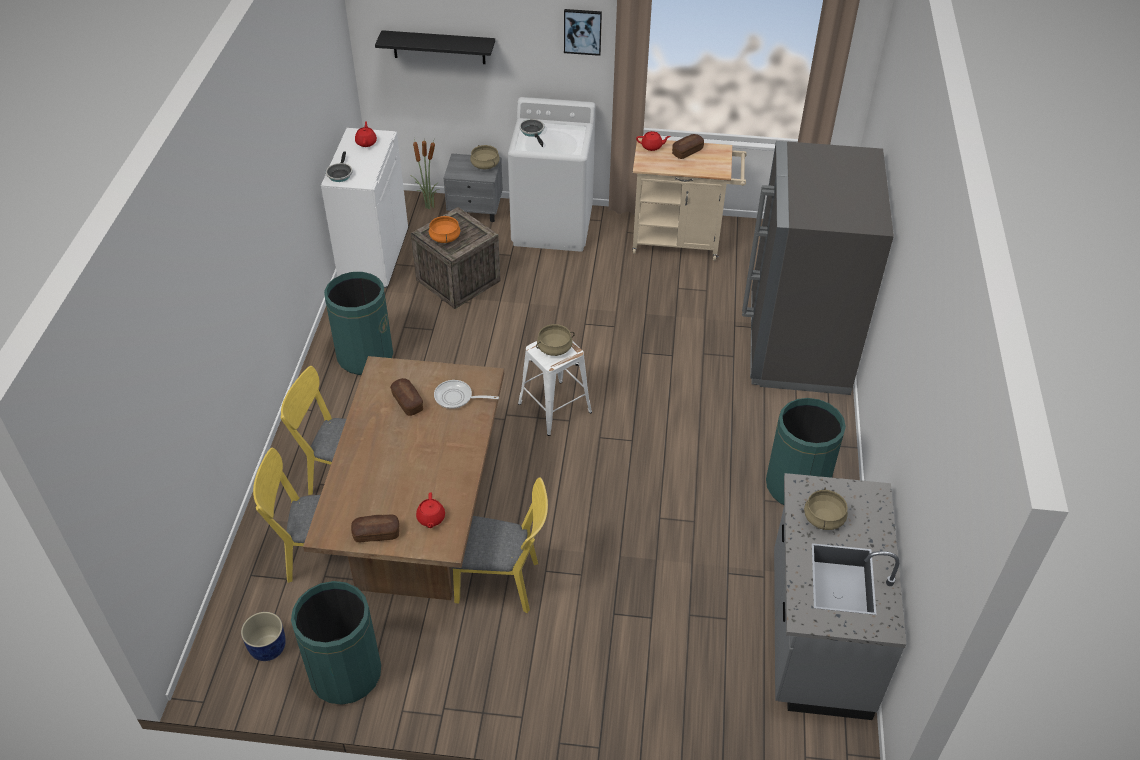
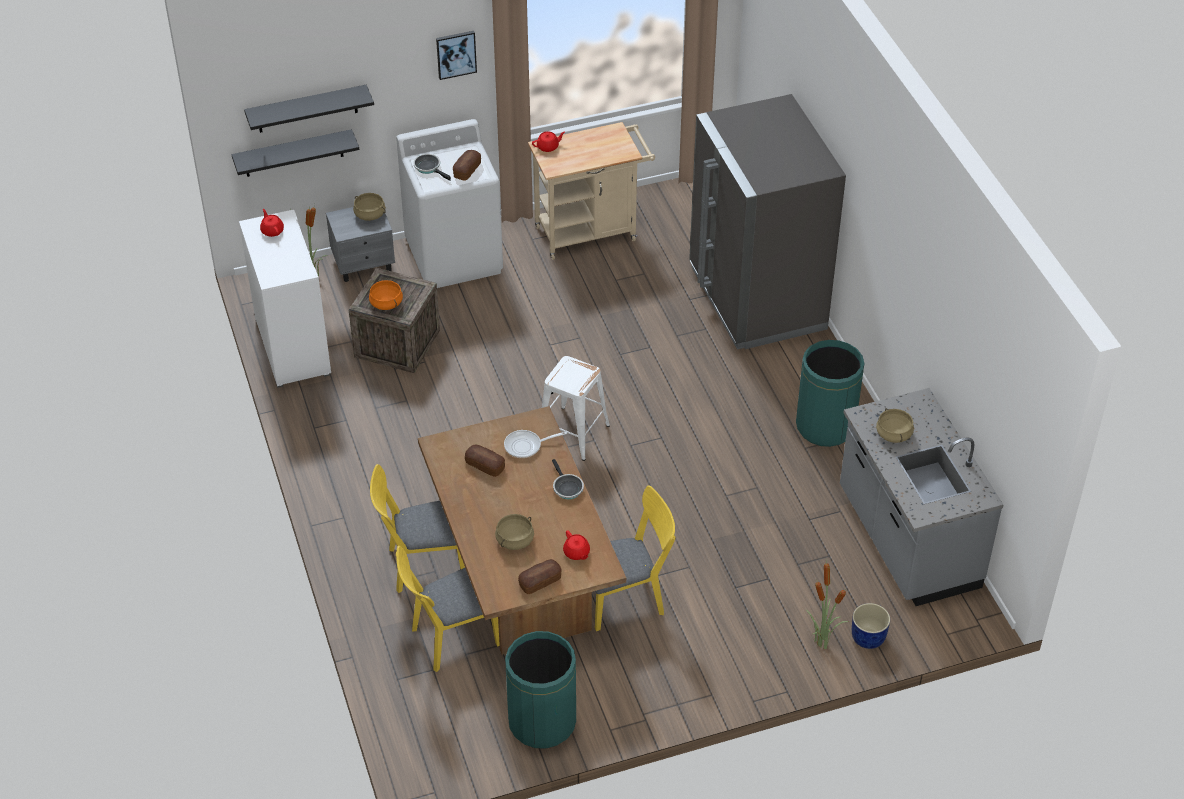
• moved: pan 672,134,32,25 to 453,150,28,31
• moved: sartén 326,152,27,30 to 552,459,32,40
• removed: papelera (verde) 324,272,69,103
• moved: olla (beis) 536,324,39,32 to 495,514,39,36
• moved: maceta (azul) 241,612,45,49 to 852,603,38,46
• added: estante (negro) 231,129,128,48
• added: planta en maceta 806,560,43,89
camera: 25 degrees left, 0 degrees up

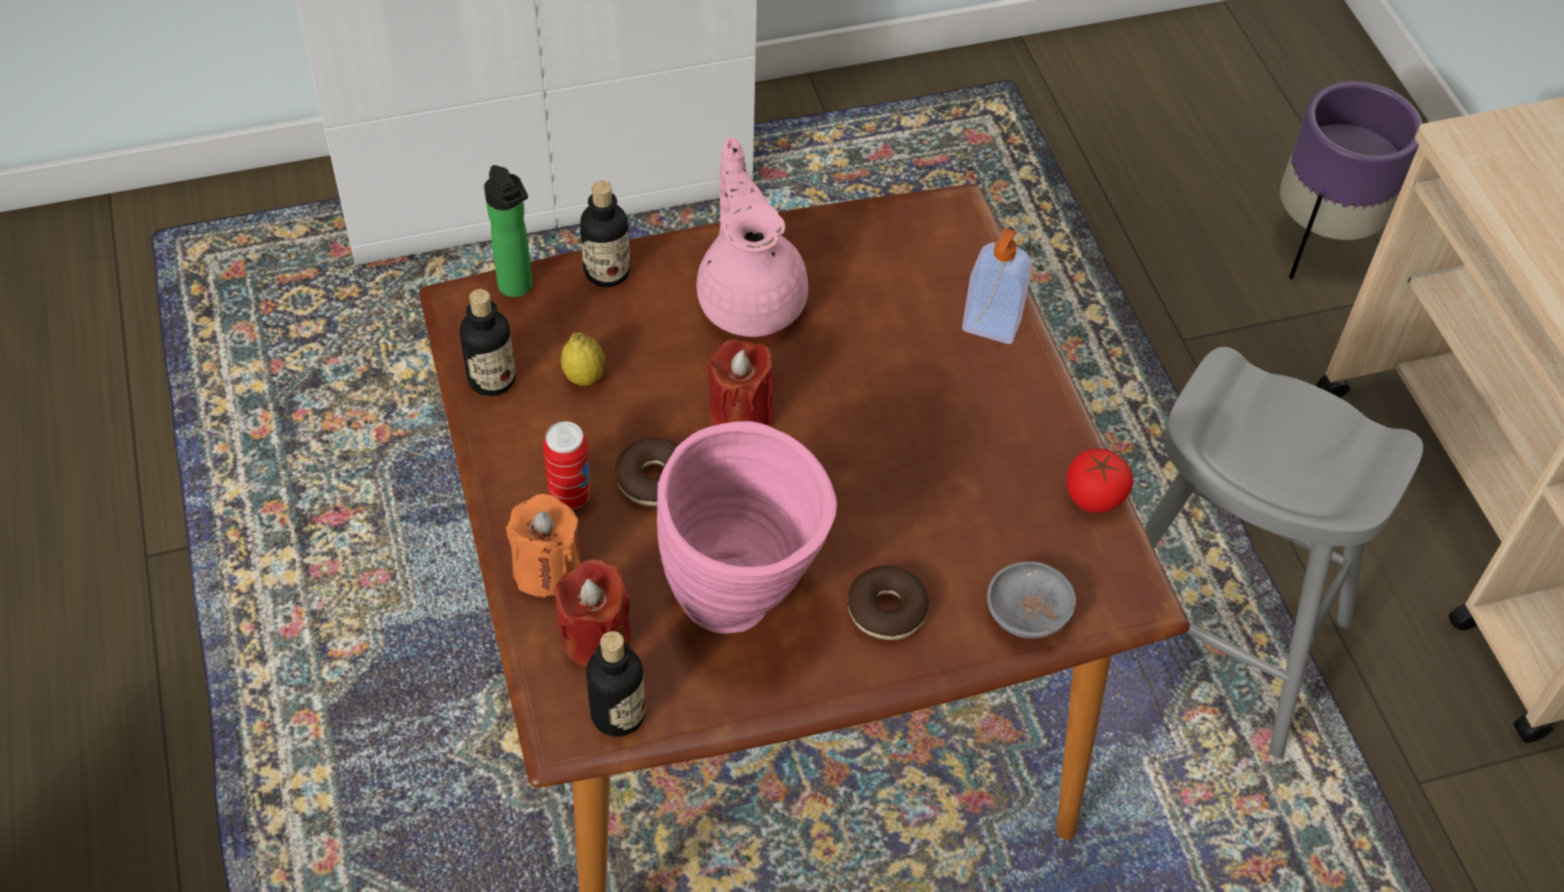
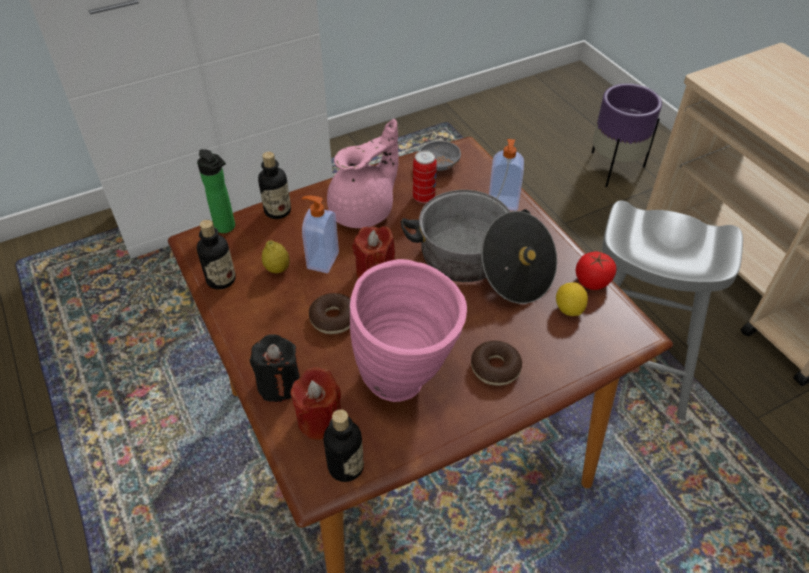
• turned: tetera (rosa) 697,138,111,199 = 327,119,72,109 75 degrees clockwise
• moved: lata 543,421,49,88 to 413,150,24,53
• recoloured: vela (naranja) 506,494,74,104 to vela (negro) 250,334,50,68
• moved: cuenco (gris) 987,561,89,77 to 418,141,43,30
• added: olla 401,190,156,114
• added: dispensador de jabón 302,195,37,78
• added: limón 556,282,32,34
camera: 10 degrees left, 5 degrees down

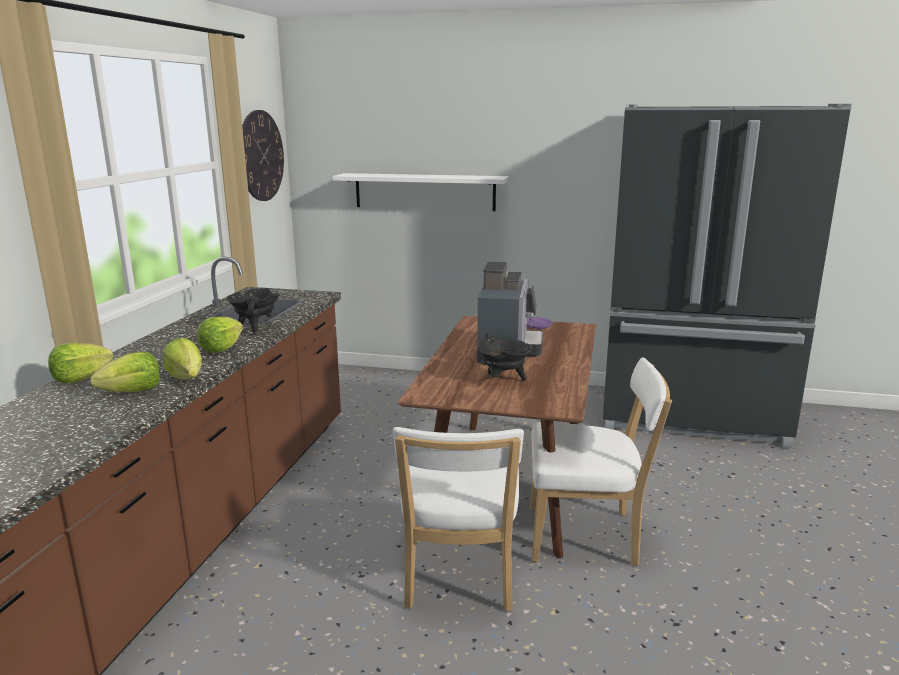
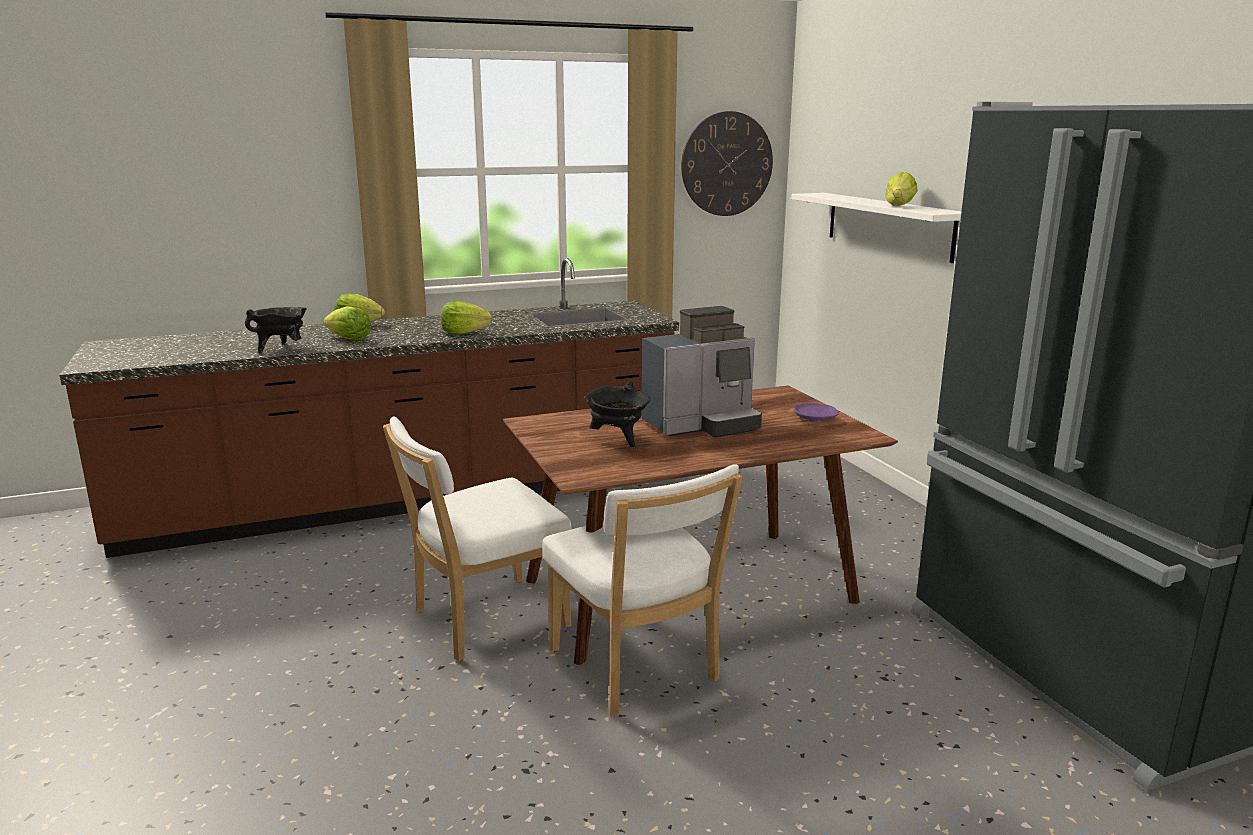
• moved: olla (negro) 227,288,53,47 to 245,307,62,46
• moved: lechuga 163,338,39,42 to 885,172,33,34
camera: 55 degrees right, 0 degrees up

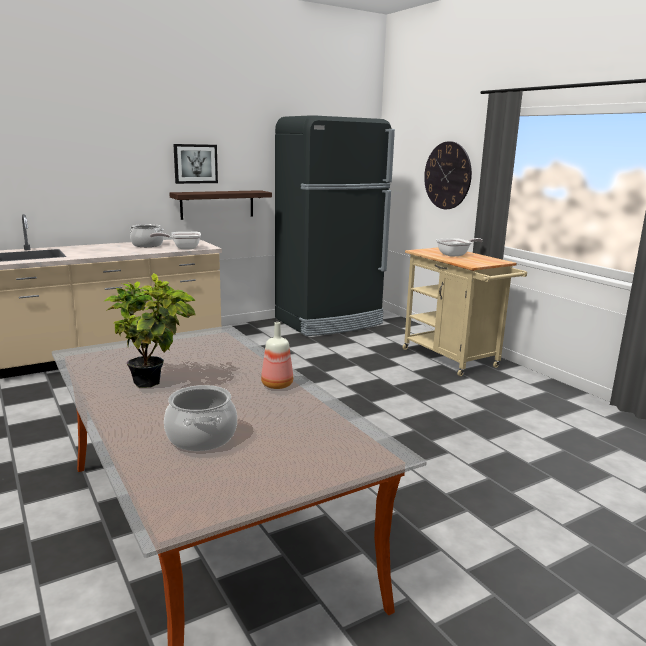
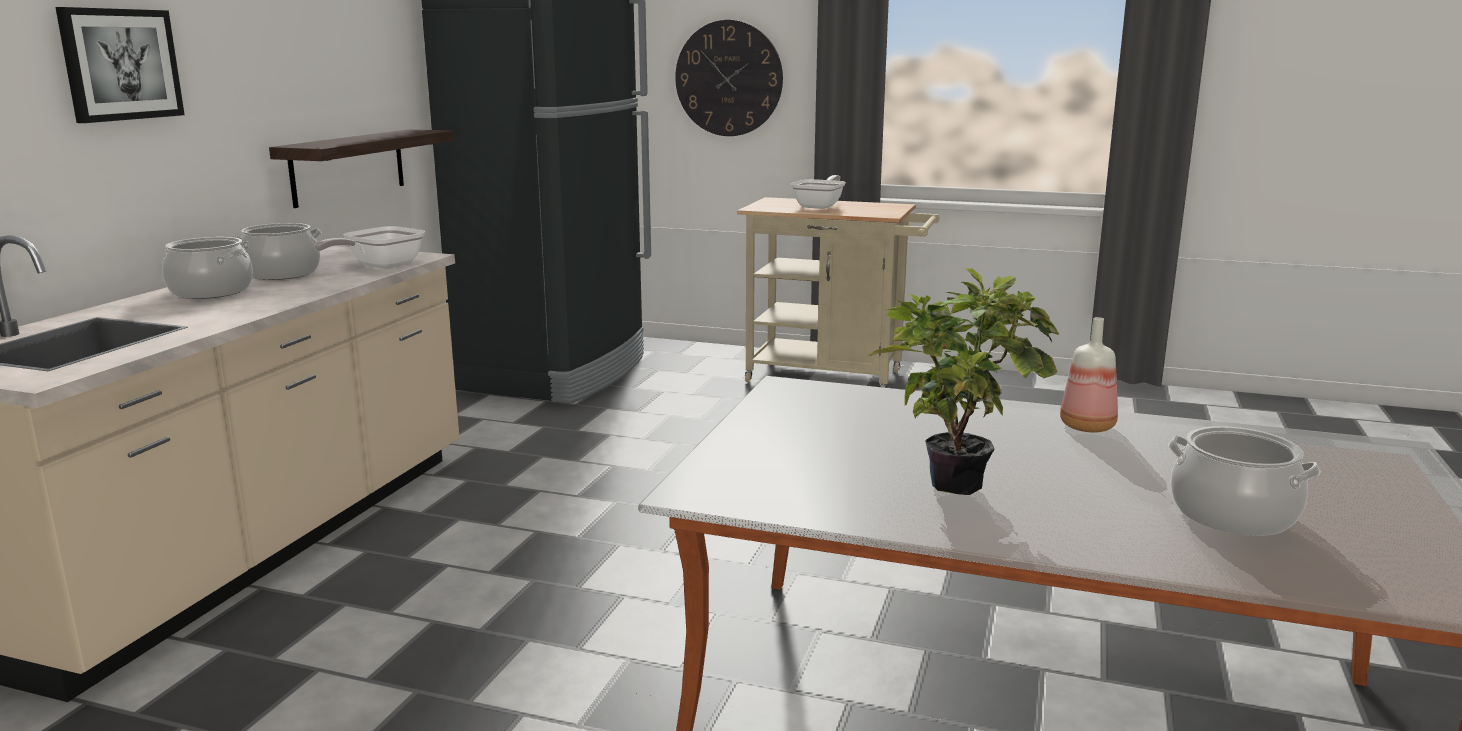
• moved: cuadro 173,144,45,40 to 55,7,130,116
• added: olla 162,237,91,62
camera: 40 degrees left, 0 degrees up

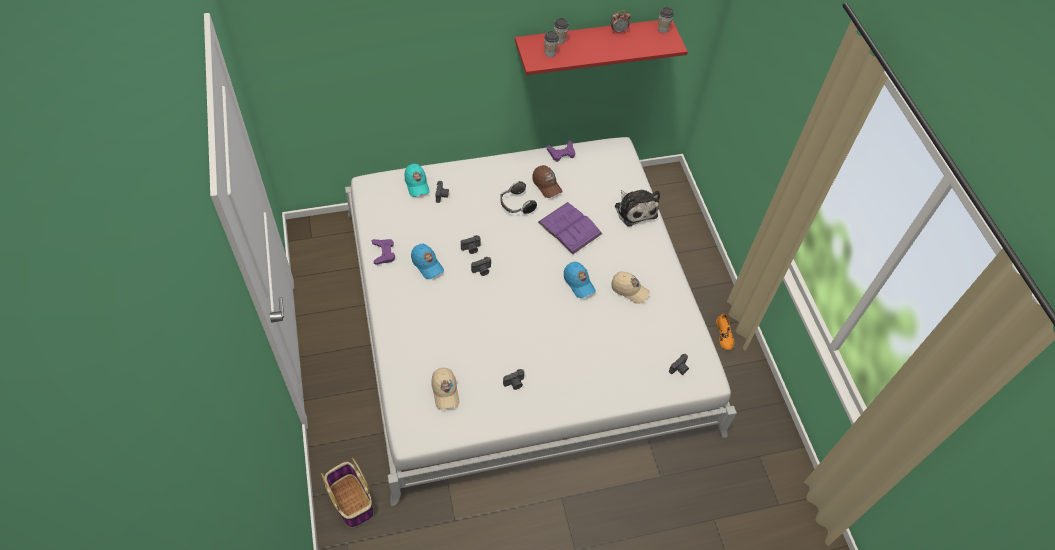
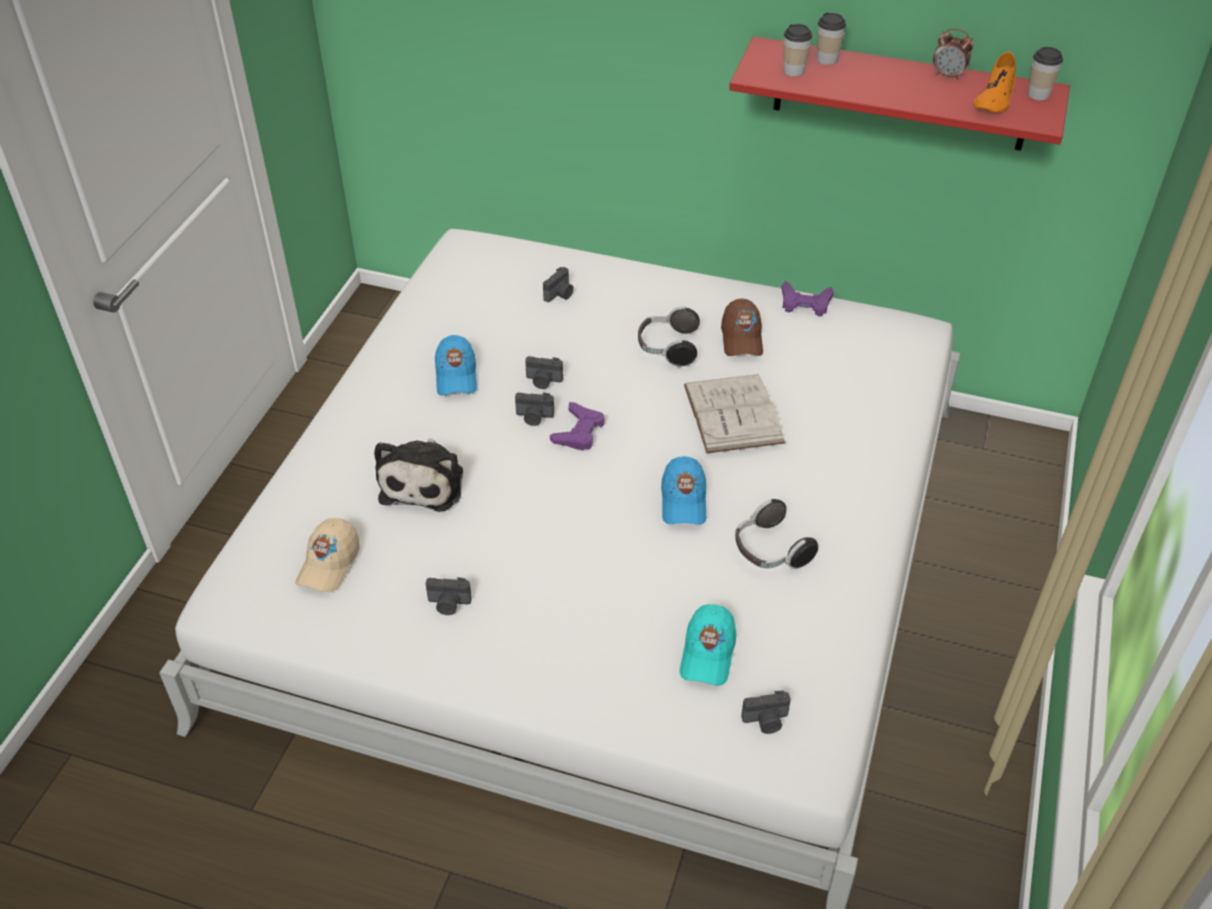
• moved: gorra (turquesa) 405,164,25,33 to 680,604,56,82
• moved: peluche 615,190,45,37 to 374,438,89,74
• recoloured: libro (morado) 538,202,65,52 to libro (blanco) 684,374,101,79
• moved: mando de consola (morado) 372,239,23,26 to 550,402,55,49
• replaced: gorra (beis) 611,271,39,33 to auriculares 735,499,83,70
• moved: zapato (naranja) 716,314,18,36 to 974,51,42,61
• removed: cesta 321,458,53,70
camera: 35 degrees right, 10 degrees down

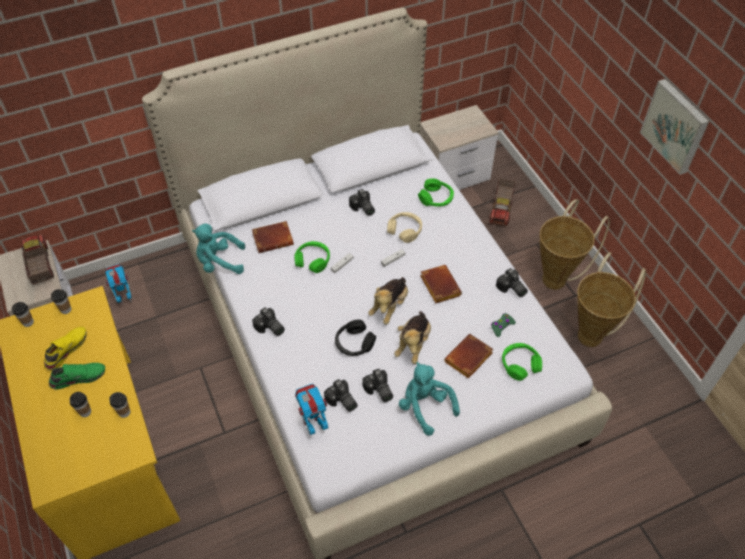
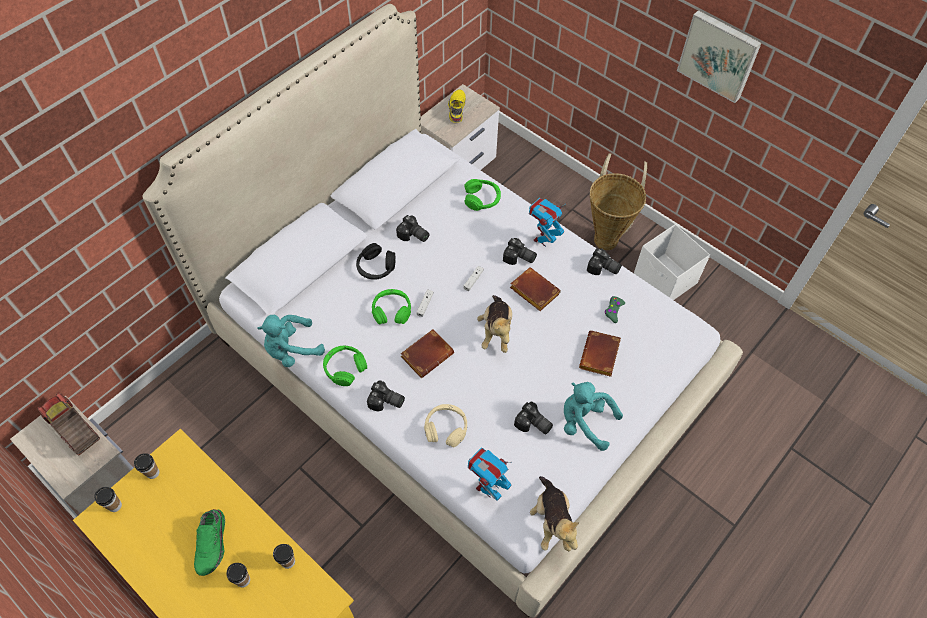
• removed: camión de juguete 489,178,27,49
• moved: auriculares (beis) 387,212,35,31 to 424,404,43,43
• moved: libro (marrón) 252,221,42,32 to 401,329,53,49
• replaced: cesta 577,252,69,95 to caja de almacenaje (blanco) 634,224,76,76
• moved: robot de juguete 105,264,27,39 to 529,198,35,49
• moved: peluche 394,311,37,53 to 530,476,49,75
• moved: auriculares (negro) 335,320,41,36 to 356,243,40,37
• moved: zapato (amarillo) 44,327,43,43 to 448,89,18,34
• moved: auriculares (verde) 502,343,40,38 to 323,346,44,40
• turned: zapato (verde) 49,363,56,26 = 194,509,31,67 135 degrees clockwise
• moved: cámara 324,379,34,33 to 503,238,34,27
camera: 25 degrees left, 5 degrees up

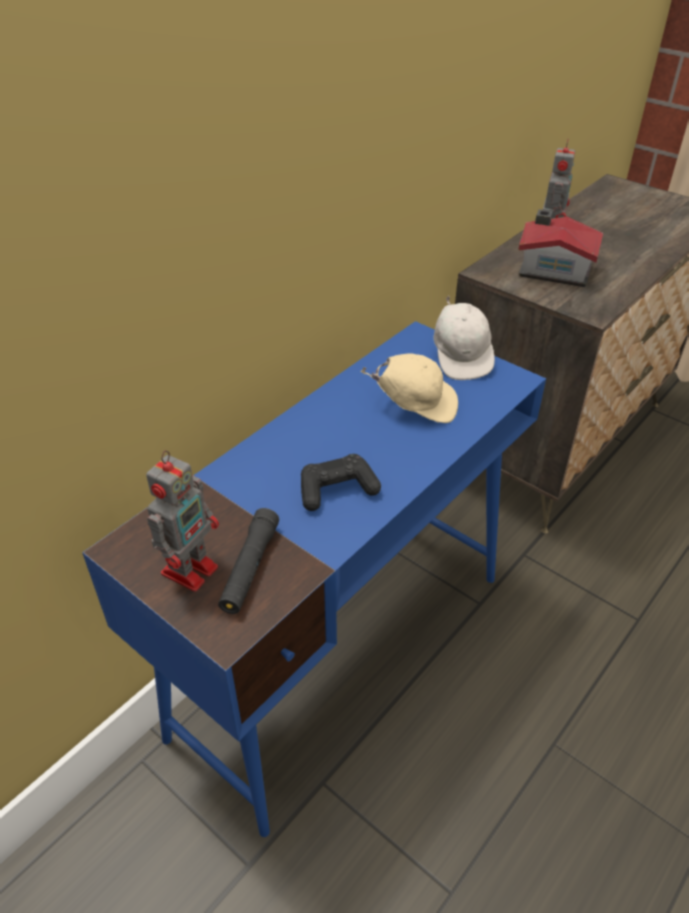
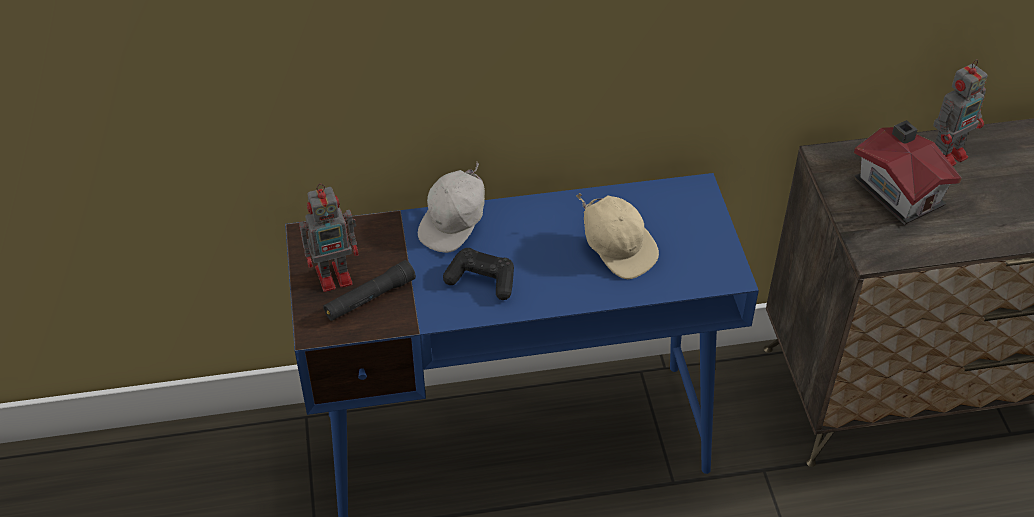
• moved: gorra (blanco) 433,296,62,84 to 418,161,67,92
camera: 40 degrees right, 5 degrees up

